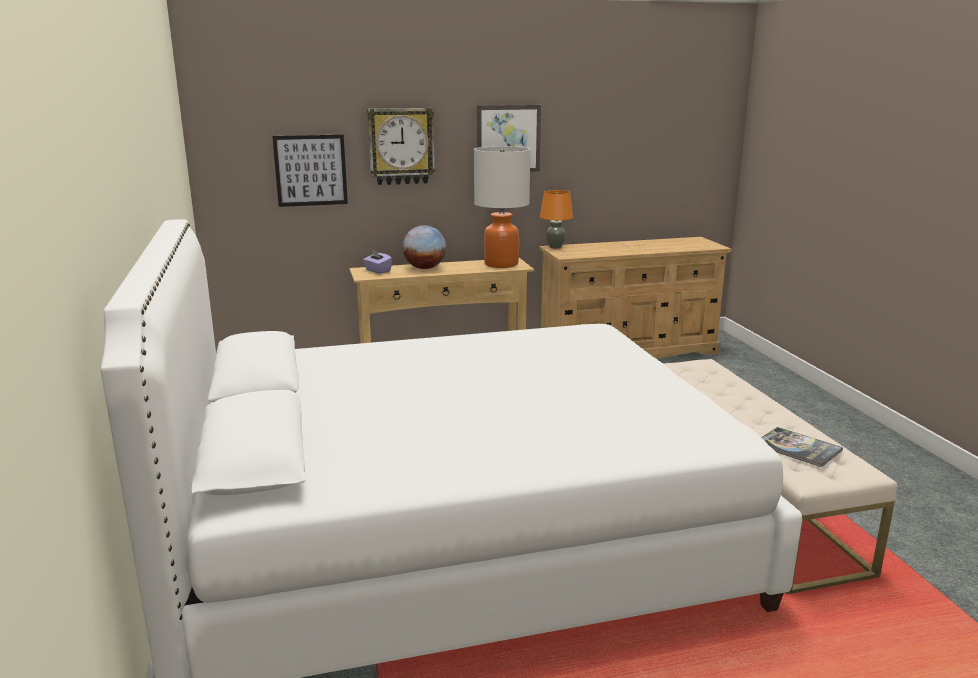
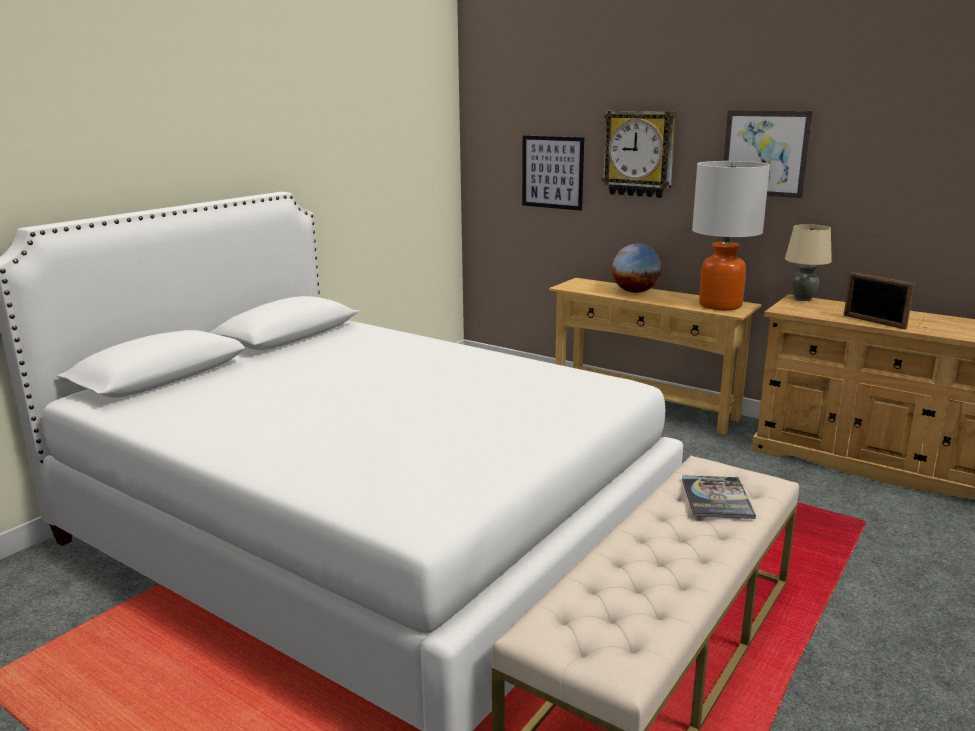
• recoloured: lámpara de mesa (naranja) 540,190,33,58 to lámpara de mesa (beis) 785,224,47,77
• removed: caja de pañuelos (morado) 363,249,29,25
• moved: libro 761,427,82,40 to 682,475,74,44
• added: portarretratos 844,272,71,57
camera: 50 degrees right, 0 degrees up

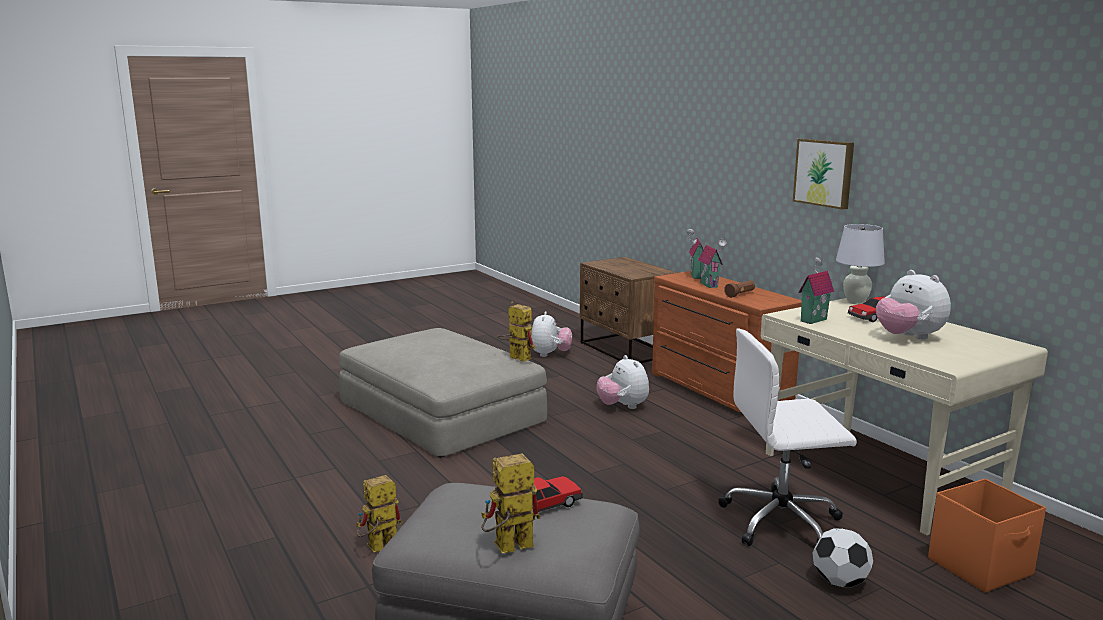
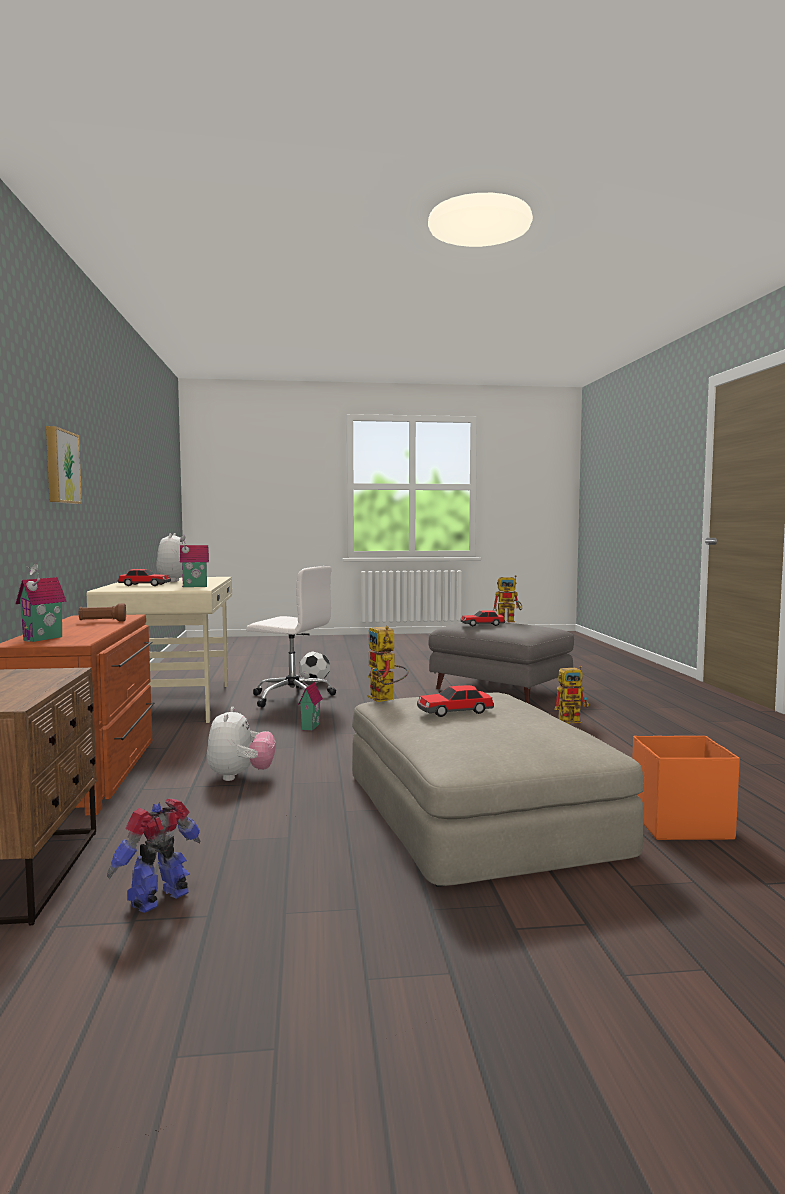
• removed: lámpara de mesa (blanco) 836,224,49,80
• moved: casita 698,238,28,50 to 298,672,25,59
• replaced: peluche 531,311,41,46 to robot de juguete 107,799,93,114
• moved: caja de almacenaje (naranja) 928,479,118,113 to 632,736,108,104
• added: coche de juguete 417,685,77,32
camera: 155 degrees left, 10 degrees down

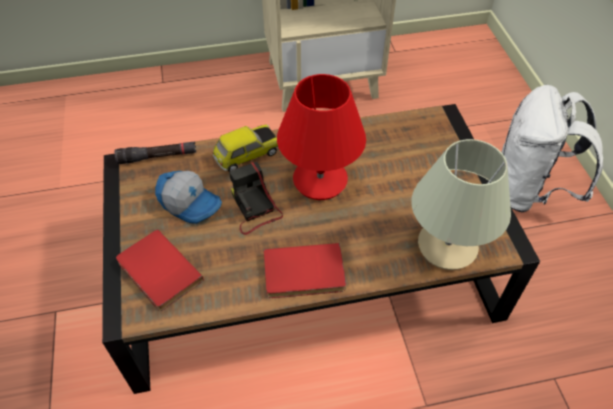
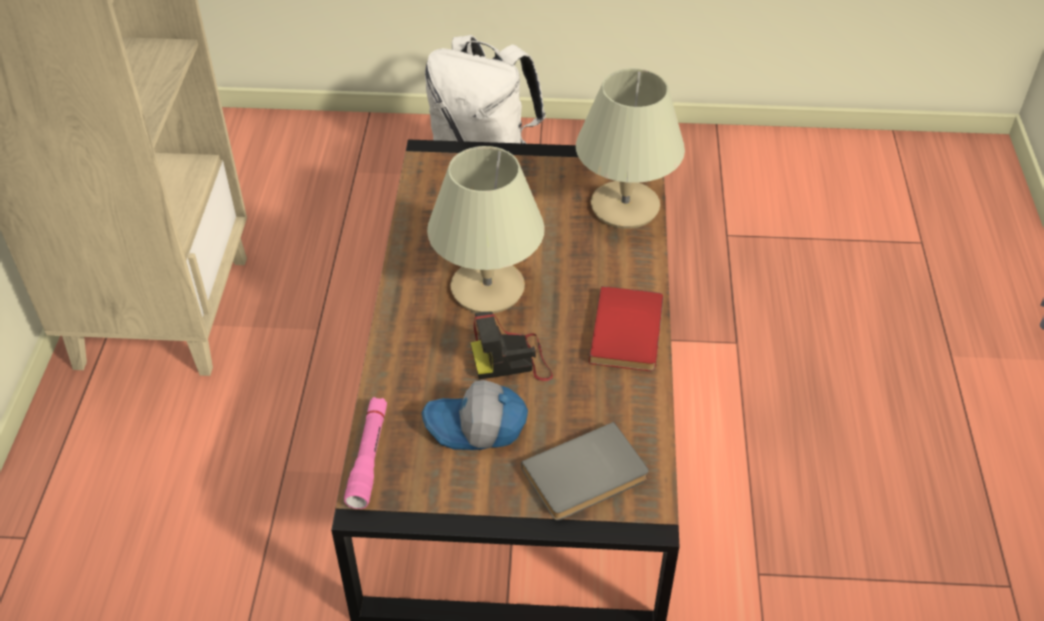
• recoloured: lámpara de mesa (rojo) 277,74,89,126 to lámpara de mesa (beis) 427,146,118,167
• removed: coche de juguete 212,125,66,47
• recoloured: linterna (negro) 115,142,81,22 to linterna (rosa) 344,397,43,112
• turned: gorra 155,171,67,53 = 422,380,106,70 135 degrees counterclockwise
• recoloured: libro (rojo) 116,229,88,82 to libro (gris) 521,422,128,98
camera: 75 degrees left, 5 degrees down

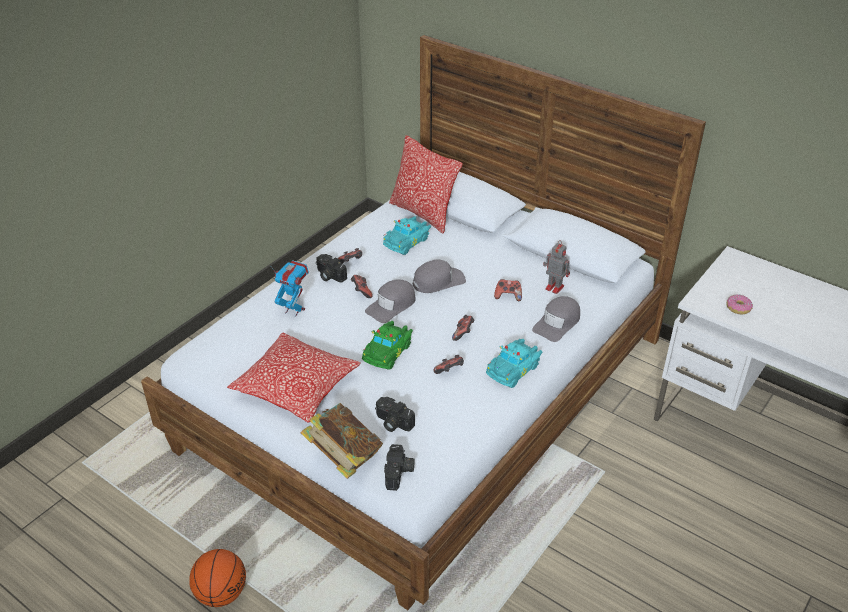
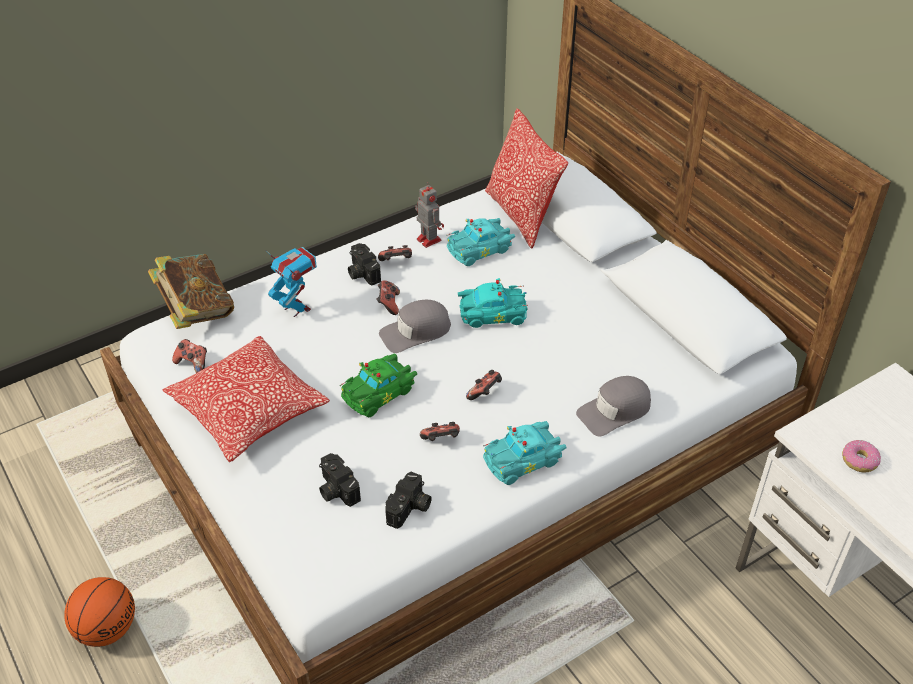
• moved: robot de juguete 543,241,27,53 to 415,182,29,66
• replaced: gorra (gris) 413,259,53,34 to coche de juguete (turquesa) 458,278,70,50
• moved: mando de consola 494,279,28,22 to 172,339,35,34
• moved: libro 301,403,82,76 to 148,254,86,75
• moved: cámara 384,444,31,47 to 386,471,46,58
camera: 20 degrees right, 5 degrees up

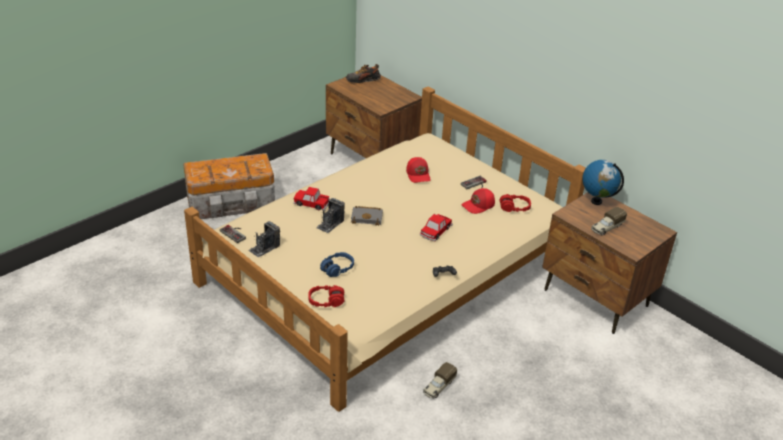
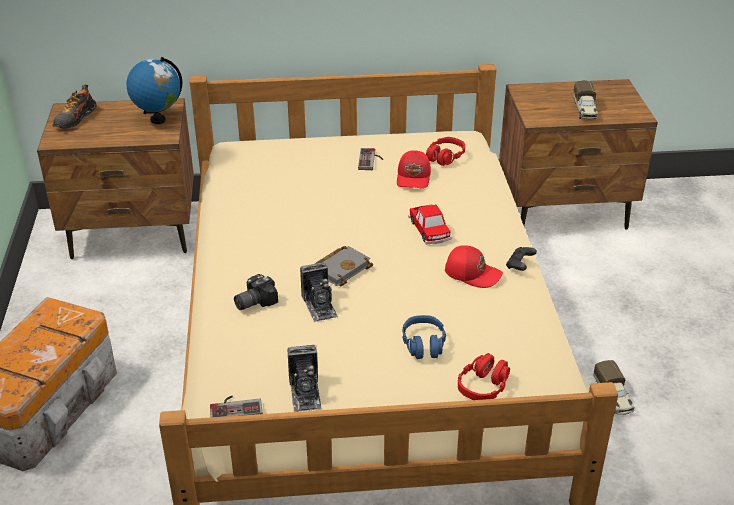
• moved: gorra (rojo) 406,157,25,26 to 445,245,58,43
• moved: globo terráqueo 582,160,42,45 to 127,57,55,67
• replaced: coche de juguete 293,187,37,23 to cámara 234,274,44,36
camera: 50 degrees left, 0 degrees up

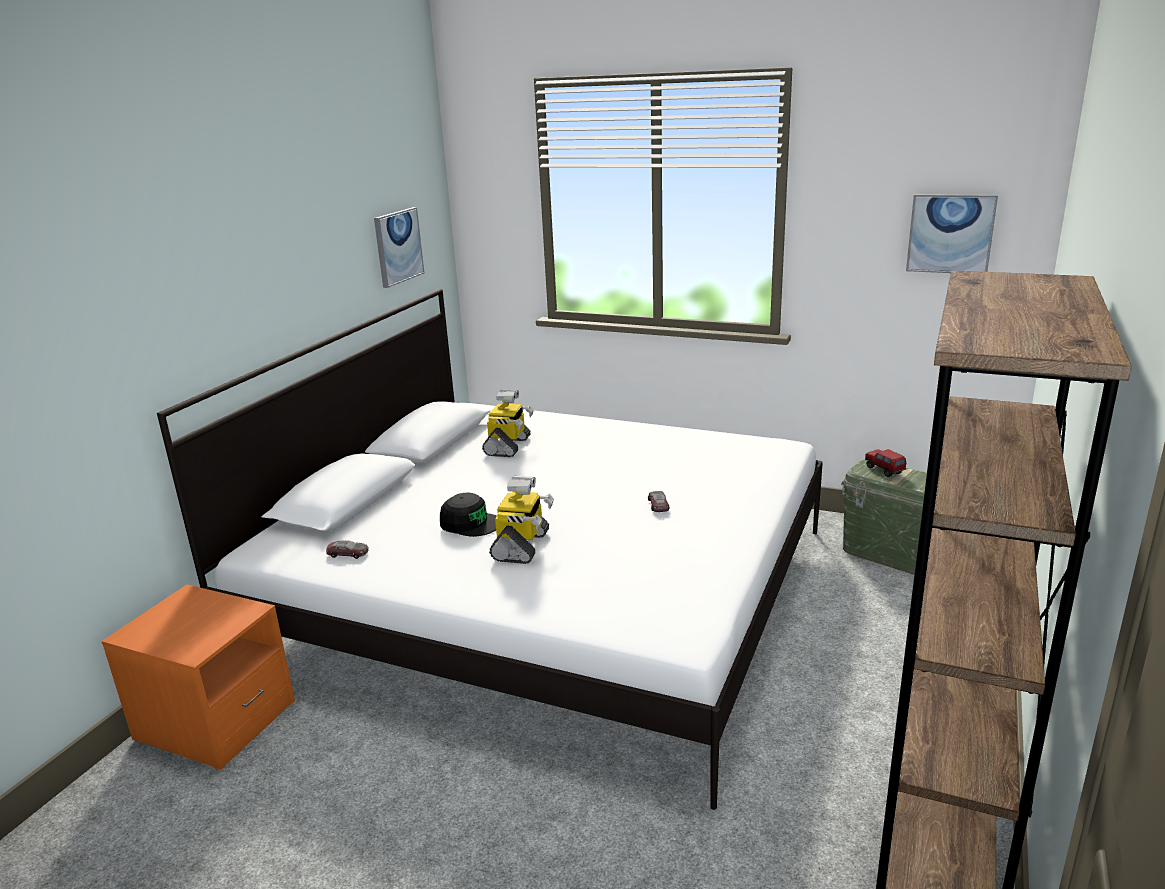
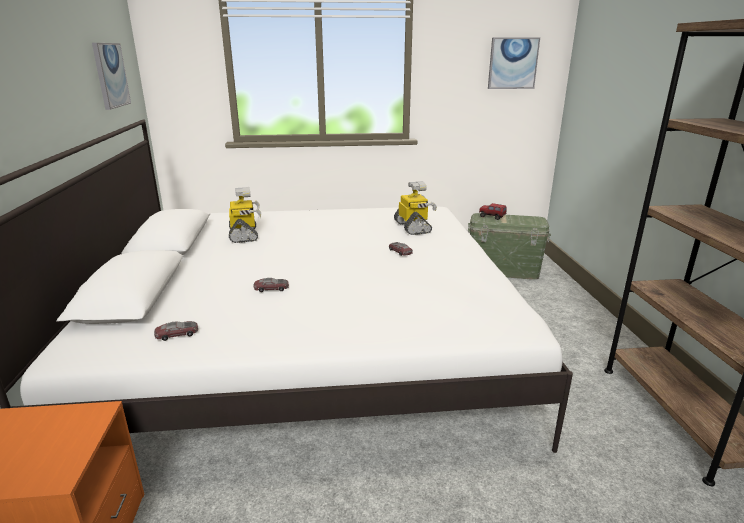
• moved: robot de juguete 489,476,65,88 to 394,181,43,54
• replaced: gorra (negro) 440,492,57,45 to coche de juguete 253,278,36,14
camera: 30 degrees left, 0 degrees up

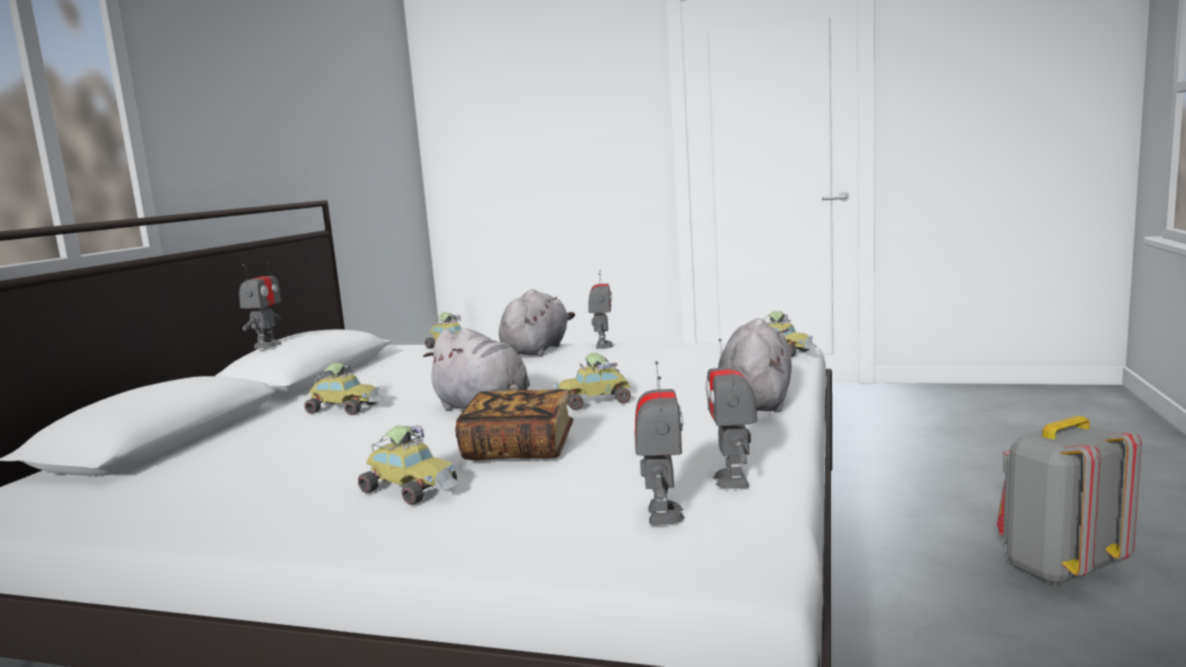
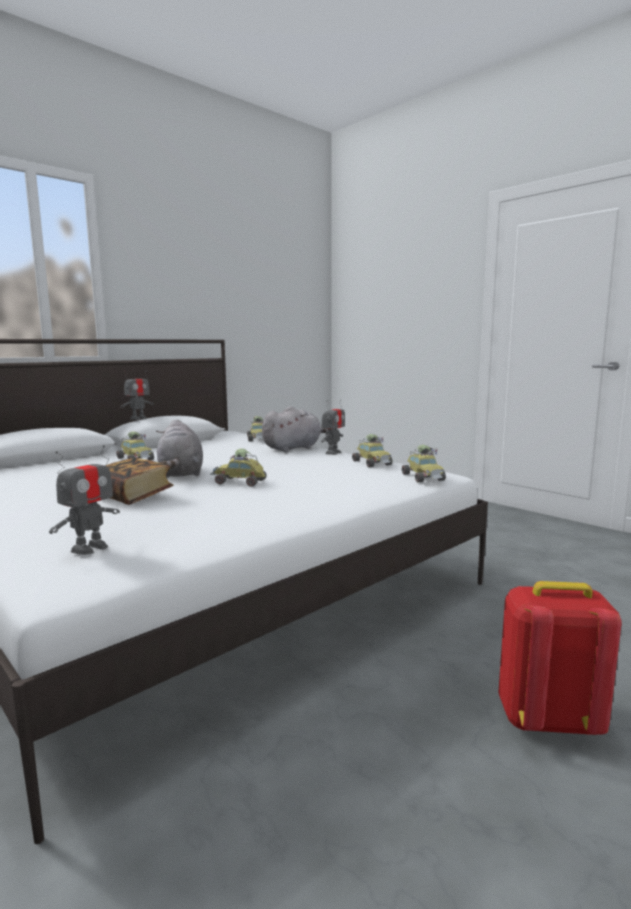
• removed: peluche (gris) 718,318,74,94
• removed: robot de juguete 706,338,51,151
• recoloured: mochila (gris) 997,416,145,169 to mochila (rojo) 498,581,124,154
• moved: coche de juguete 358,425,101,80 to 352,434,41,33
camera: 30 degrees right, 0 degrees up

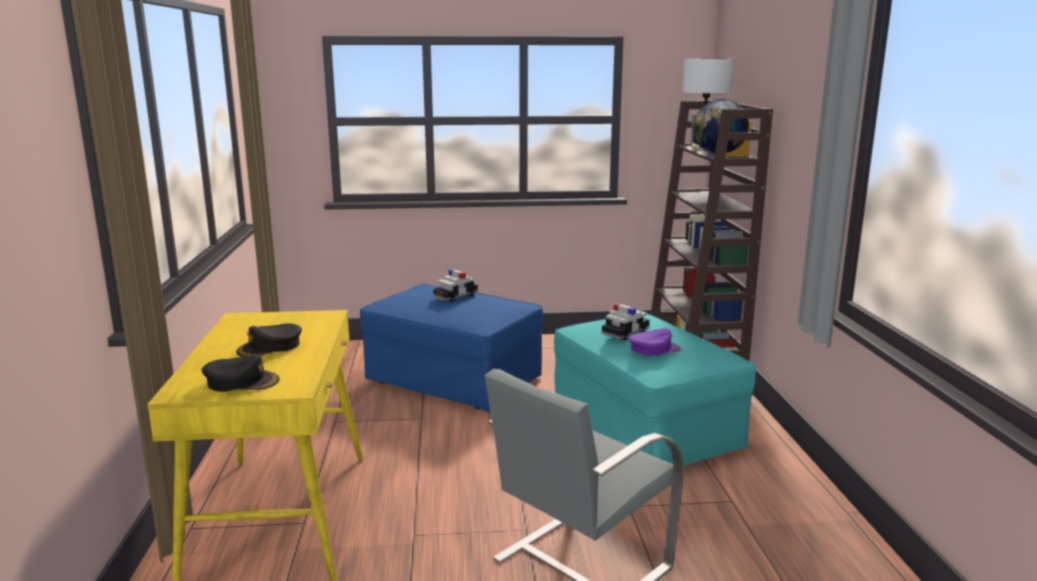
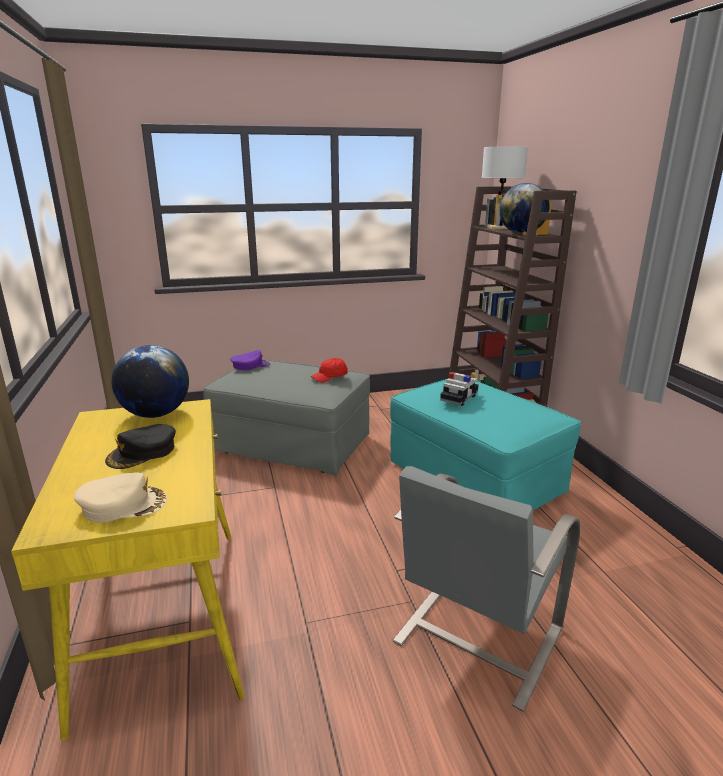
• removed: coche de juguete 433,269,45,33
• recoloured: puf (azul) 360,284,183,129 to puf (gris) 203,360,167,116
• moved: gorra (morado) 629,328,52,28 to 230,350,40,20
• recoloured: gorra (negro) 202,355,78,37 to gorra (beis) 74,472,93,51
• added: globo terráqueo 112,345,77,73
• added: gorra (rojo) 310,358,38,25
camera: 10 degrees left, 5 degrees up

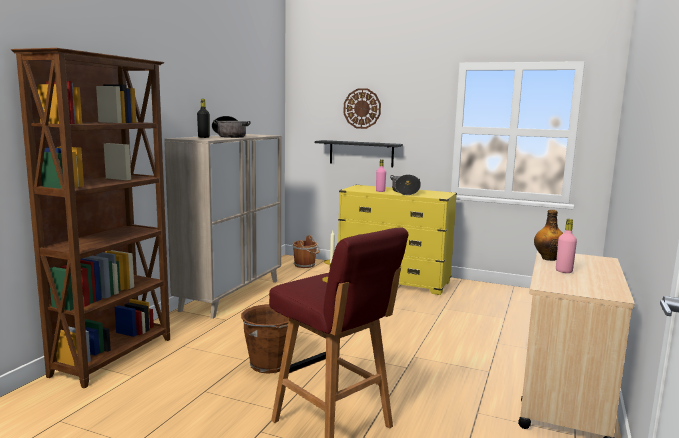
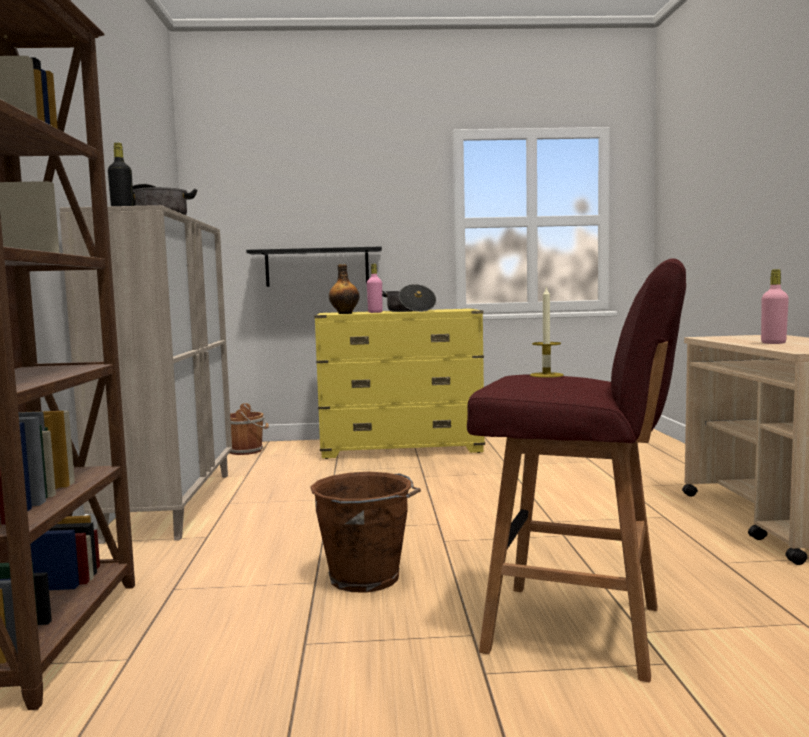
• removed: reloj de pared 343,88,38,41
• moved: botella 534,210,29,51 to 329,264,30,50
camera: 25 degrees left, 5 degrees down

